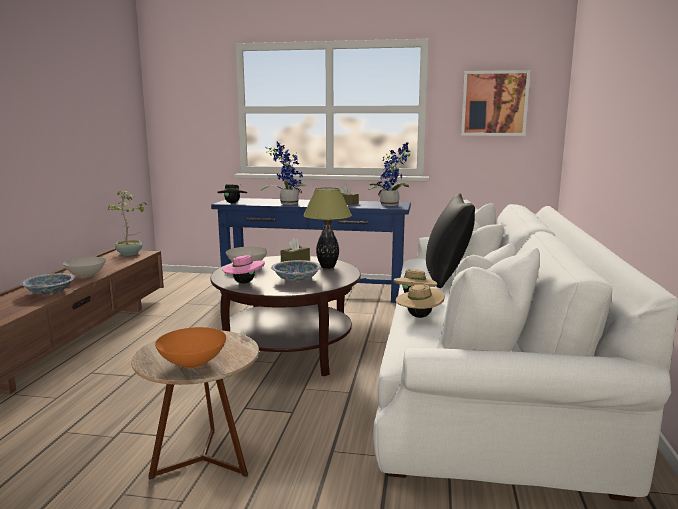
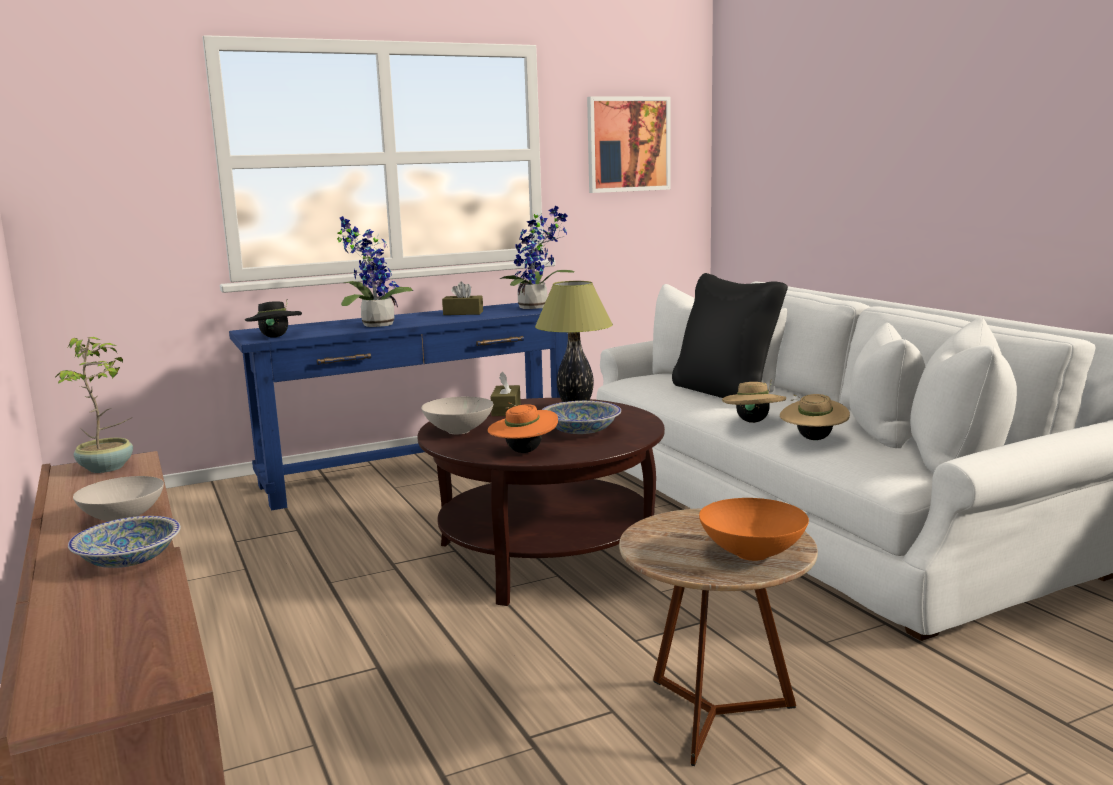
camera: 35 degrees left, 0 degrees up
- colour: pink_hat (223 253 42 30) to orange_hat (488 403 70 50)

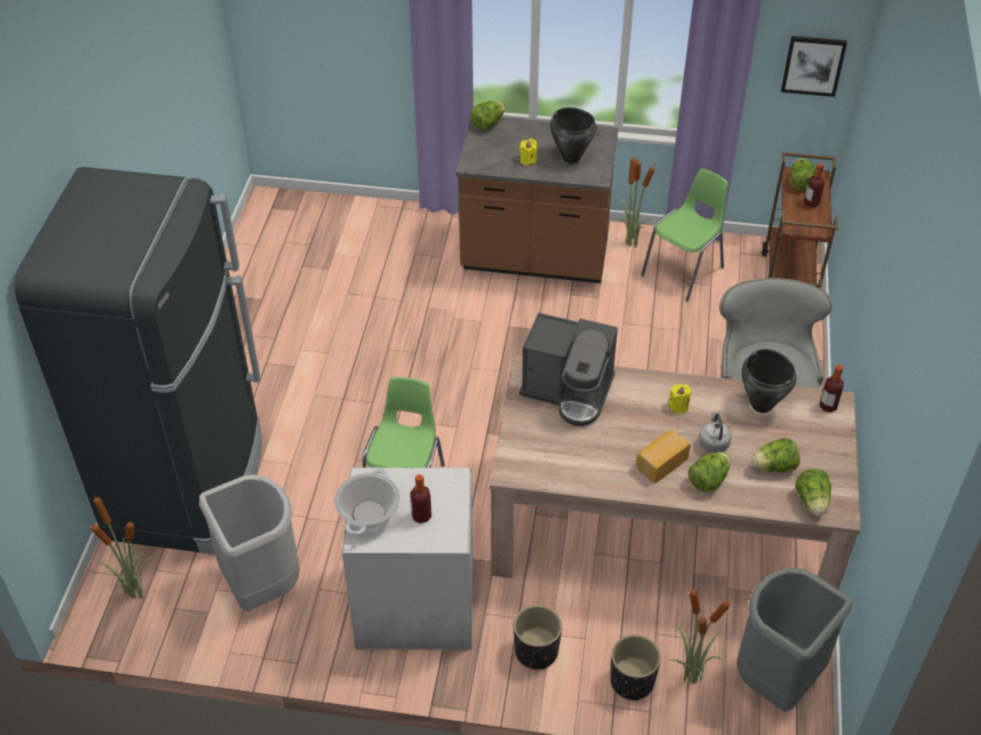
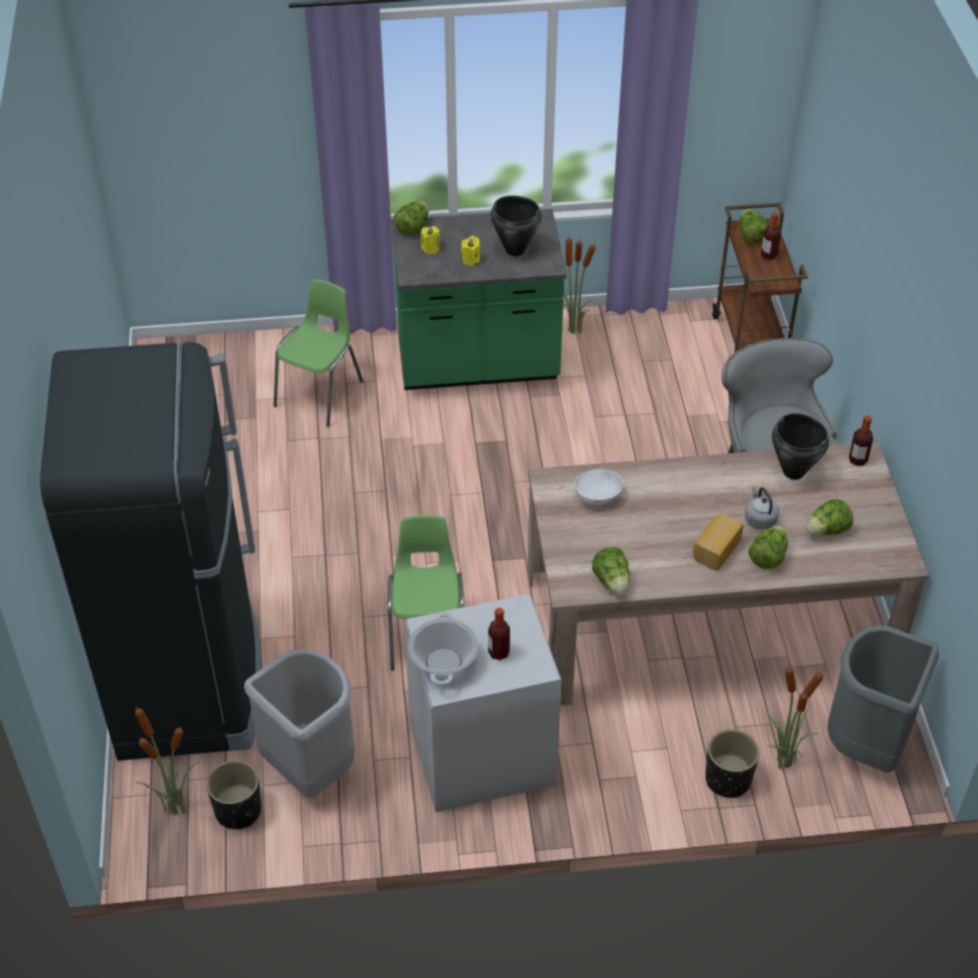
camera: 15 degrees left, 0 degrees up
- relocated: black_planter (514 605 48 65) to (206 760 56 69)
- relocated: green_chair (641 169 87 133) to (273 279 90 148)
- colour: brown_counter (456 117 162 166) to green_counter (391 209 176 181)
- relocated: yellow_candle (668 384 24 30) to (421 226 19 28)
- exchanged: coffee_machine (519 313 99 114) to white_bowl (574 469 49 36)
- relocated: lettuce (795 468 36 48) to (592 547 37 47)
- missing: picture (781 36 66 61)

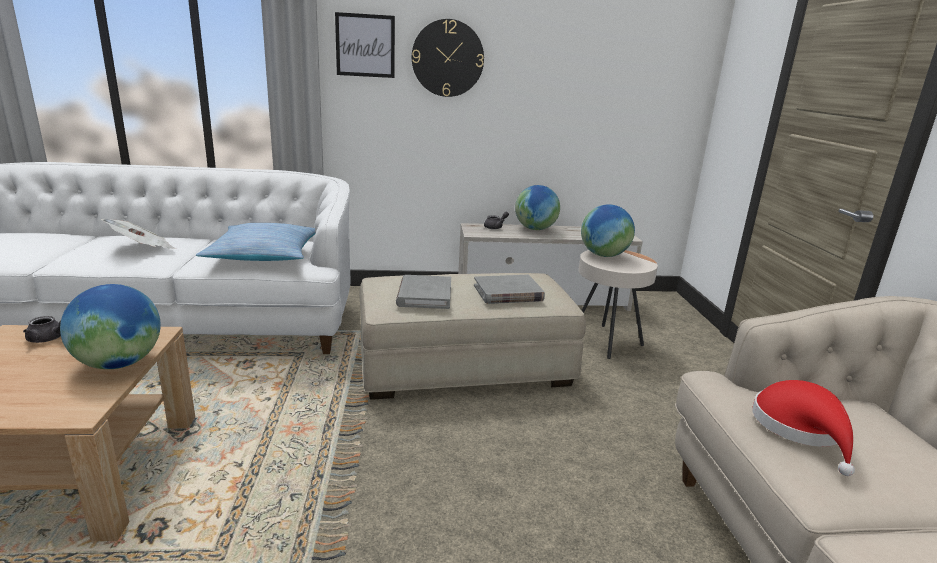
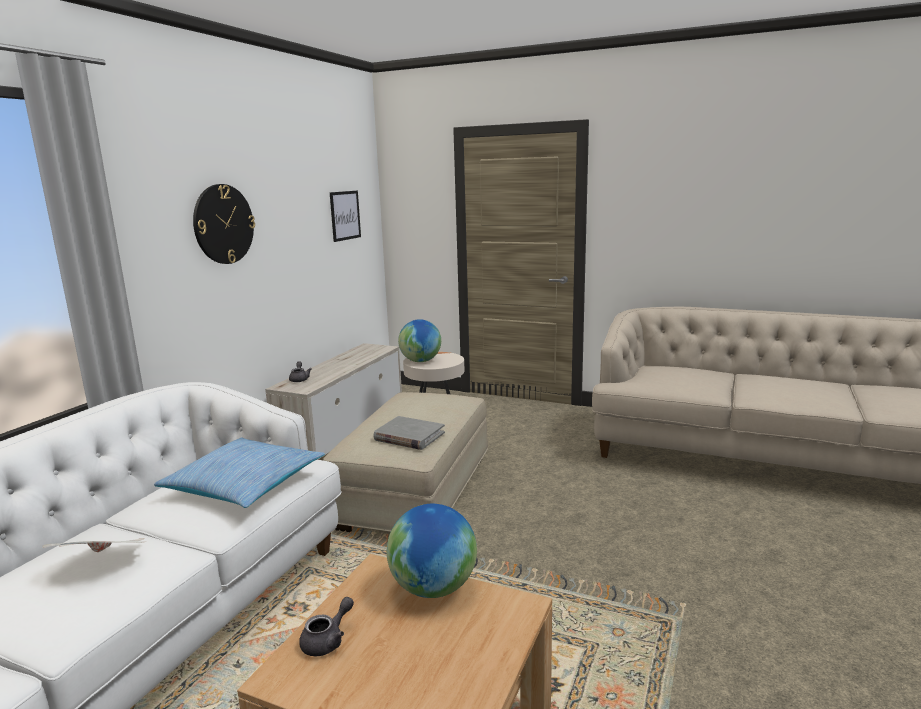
camera: 60 degrees left, 5 degrees down
- relocated: picture (335 12 60 66) to (330 191 31 51)
- missing: grey_book (474 275 71 29)
- missing: globe (515 185 45 45)
- missing: red_hat (752 380 103 96)

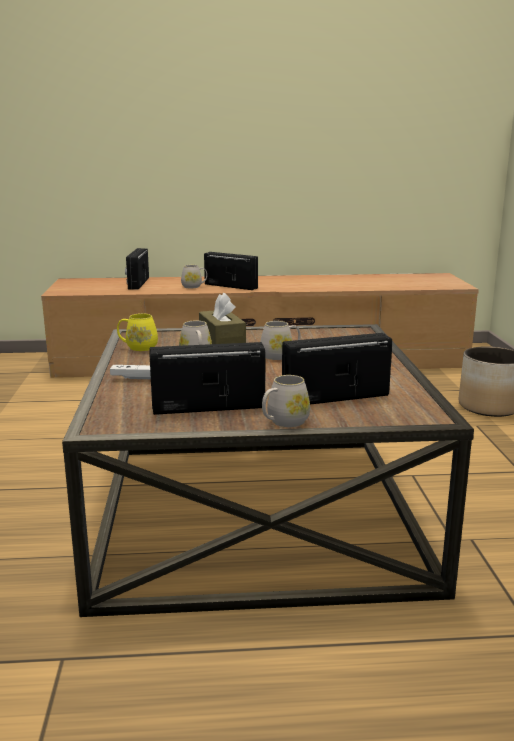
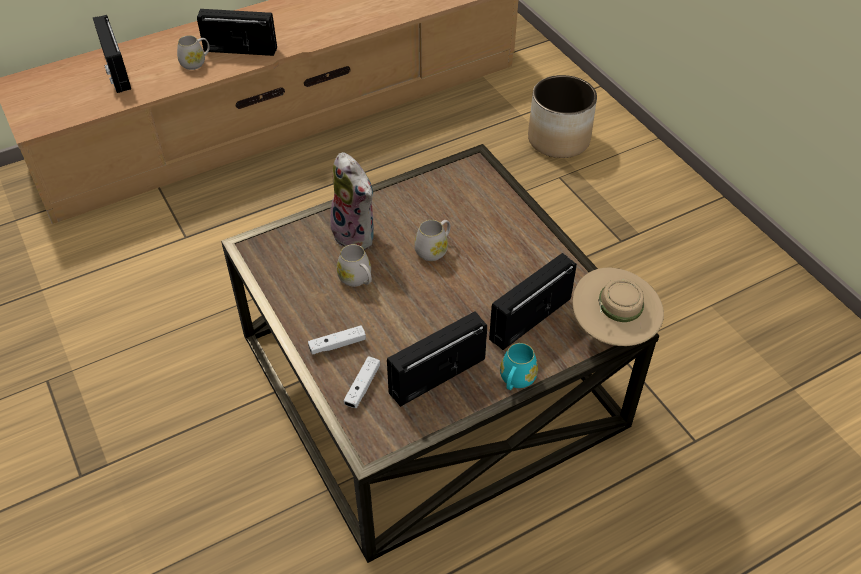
camera: 25 degrees left, 30 degrees up
- exchanged: brown_tissue_box (199 292 47 52) to plush_toy (330 152 44 98)
- appeared: white_game_controller (344 356 36 52)
- colour: white_mug (262 375 48 52) to turquoise_mug (500 343 38 47)
- appeared: beige_hat (572 268 92 78)
- missing: yellow_mug (117 313 41 38)

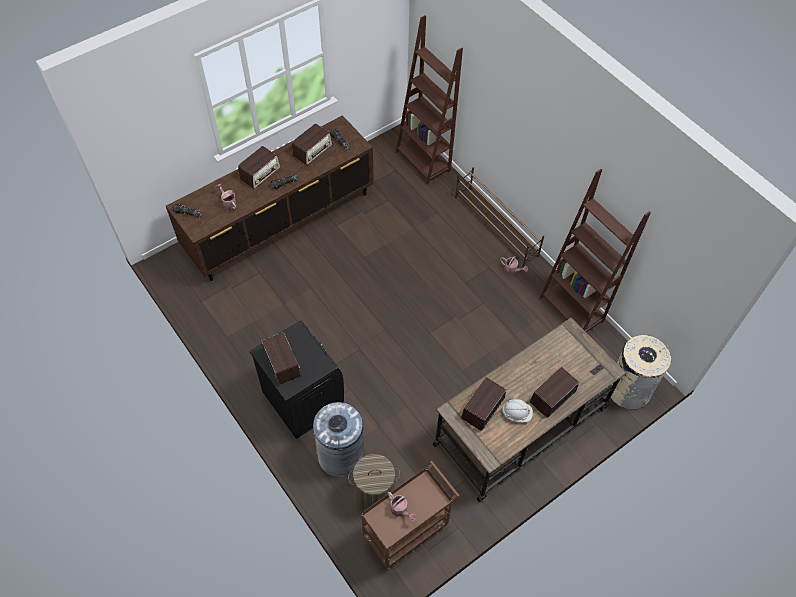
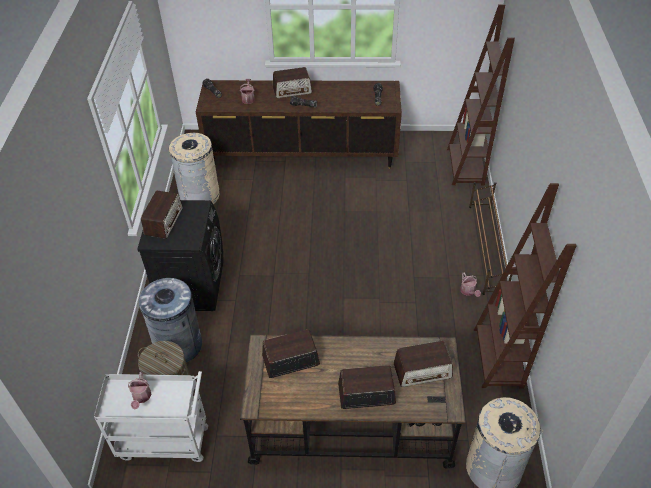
camera: 40 degrees right, 10 degrees down
- colour: brown_cart (361 460 99 110) to white_cart (94 371 114 91)
- appeared: beige_trash_can (169 133 50 71)
- relocated: radio (292 123 40 42) to (394 341 59 46)
- missing: white_hard_hat (502 399 31 23)

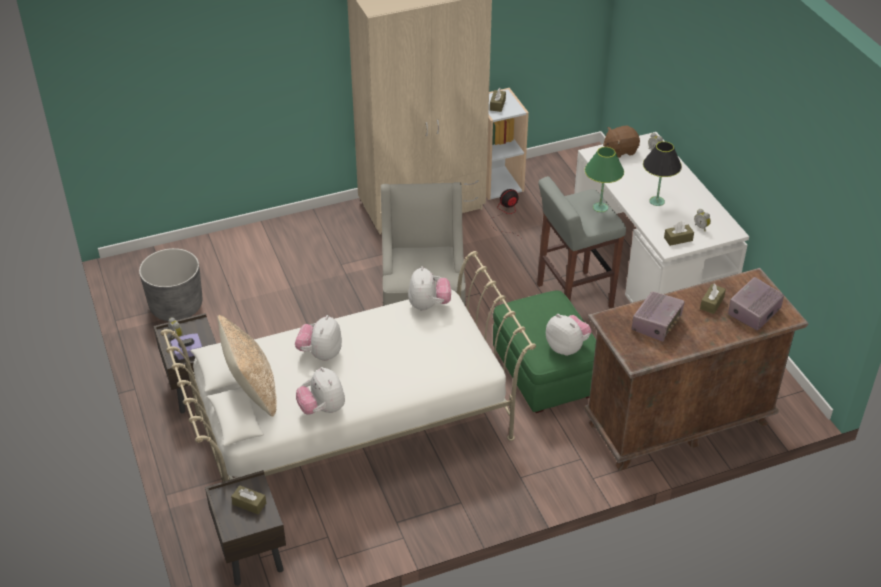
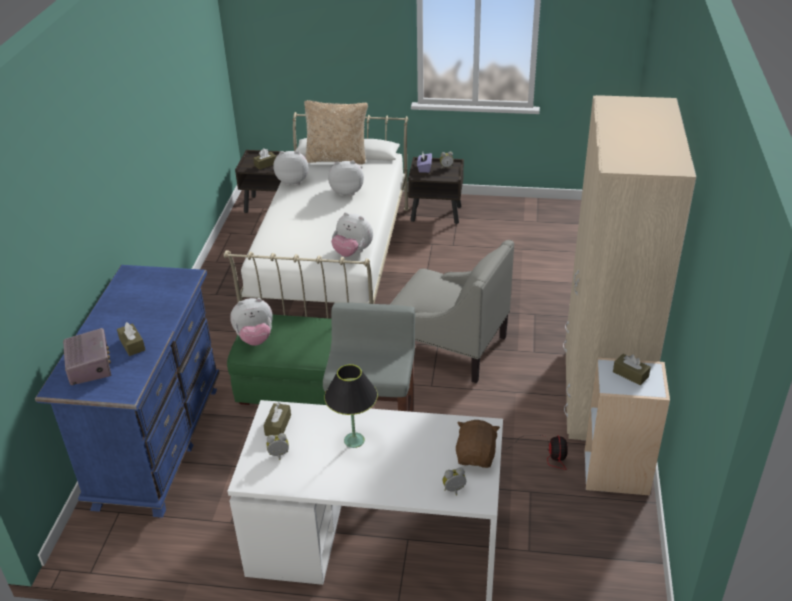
camera: 120 degrees right, 5 degrees down
- colour: brown_dresser (584 268 224 203) to blue_dresser (35 265 185 253)
- spun: plush_toy (295 315 47 46) = (328 161 36 35) 45 degrees counterclockwise
- missing: grey_planter (139 248 64 73)
- missing: green_table_lamp (585 147 39 65)
- missing: radio (632 291 53 51)

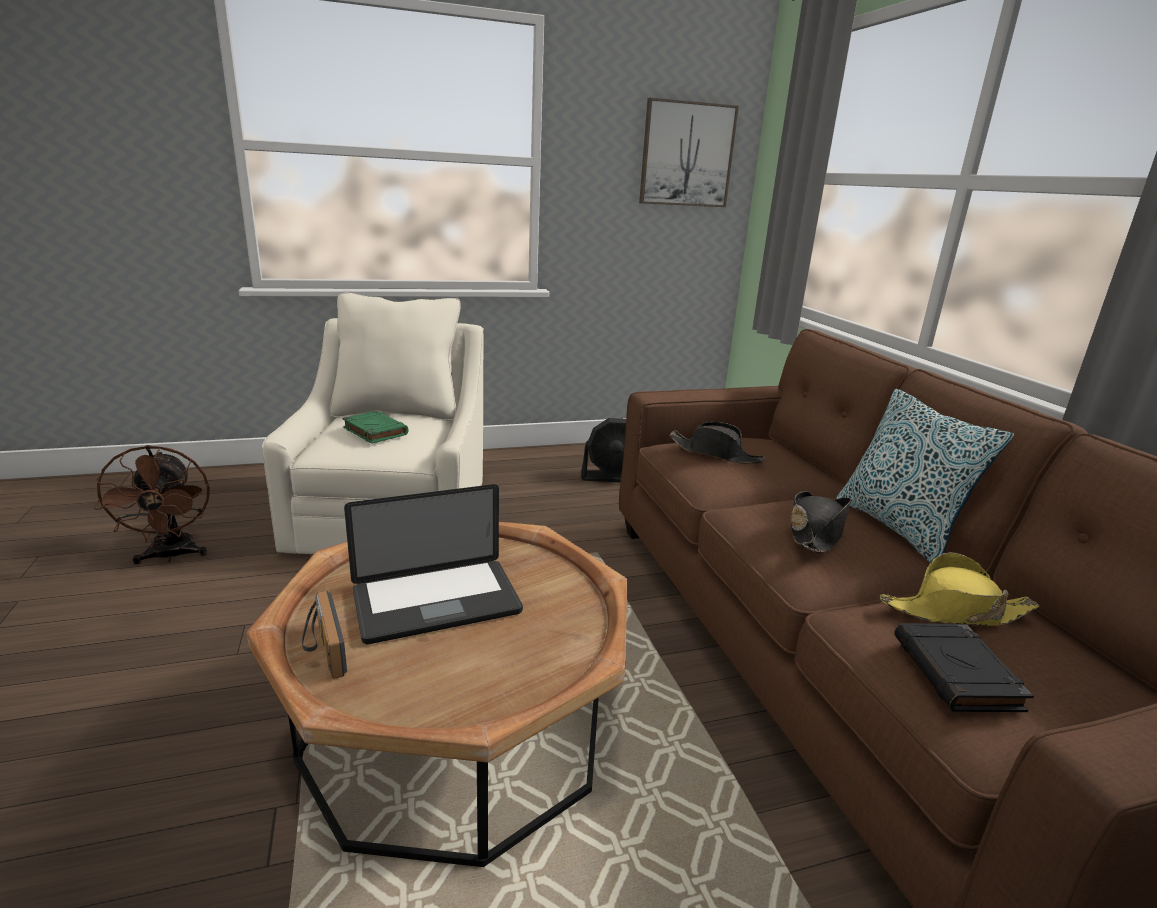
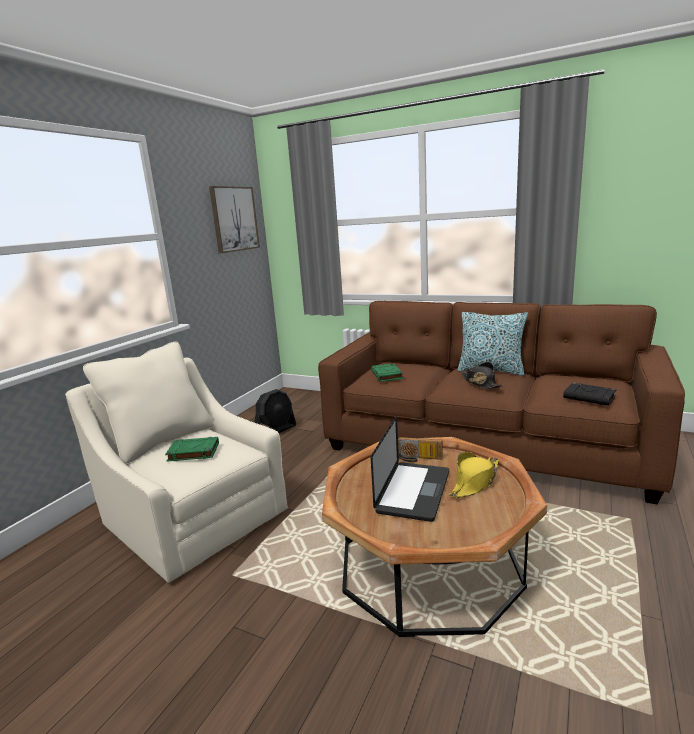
camera: 45 degrees left, 5 degrees down
- exchanged: black_hat (669 422 96 41) to green_book (371 363 32 19)
- relocated: radio (302 591 45 88) to (398 437 45 25)
- relocated: yellow_hat (879 553 161 73) to (449 452 50 46)
- missing: brown_fan (94 445 116 119)

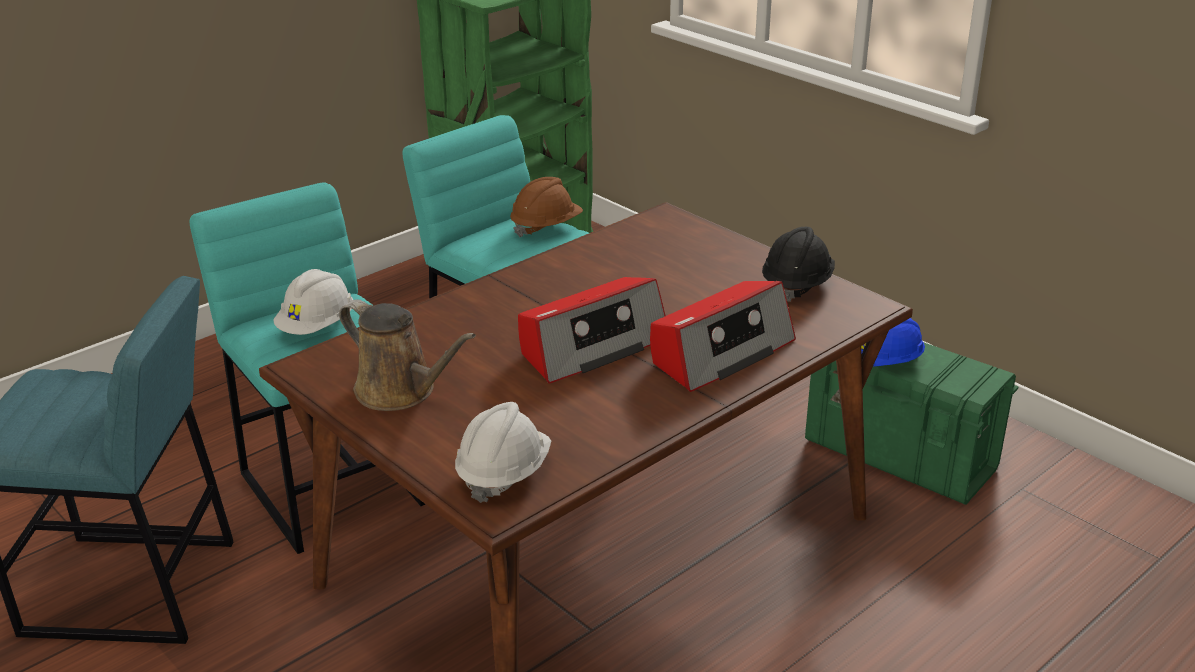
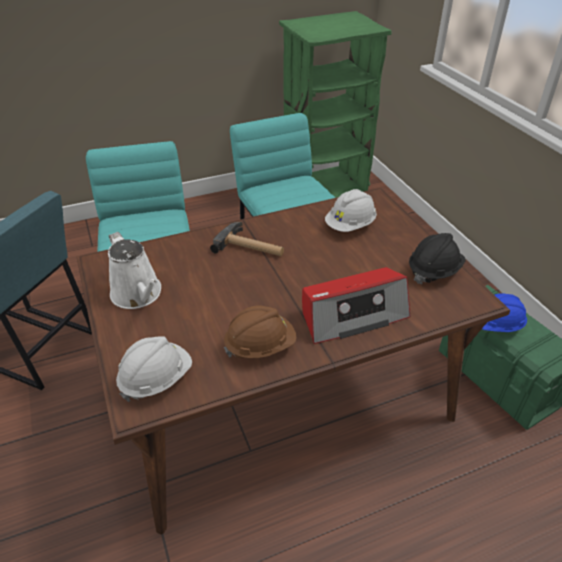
camera: 20 degrees right, 10 degrees up
- colour: brown_watering_can (339 300 137 111) to white_watering_can (108 232 53 77)
- appeared: hammer (210 222 74 34)
- relocated: brown_hard_hat (510 177 73 60) to (224 305 72 53)
- relocated: white_hard_hat (273 269 80 66) to (325 189 52 43)
- missing: radio (518 277 148 106)

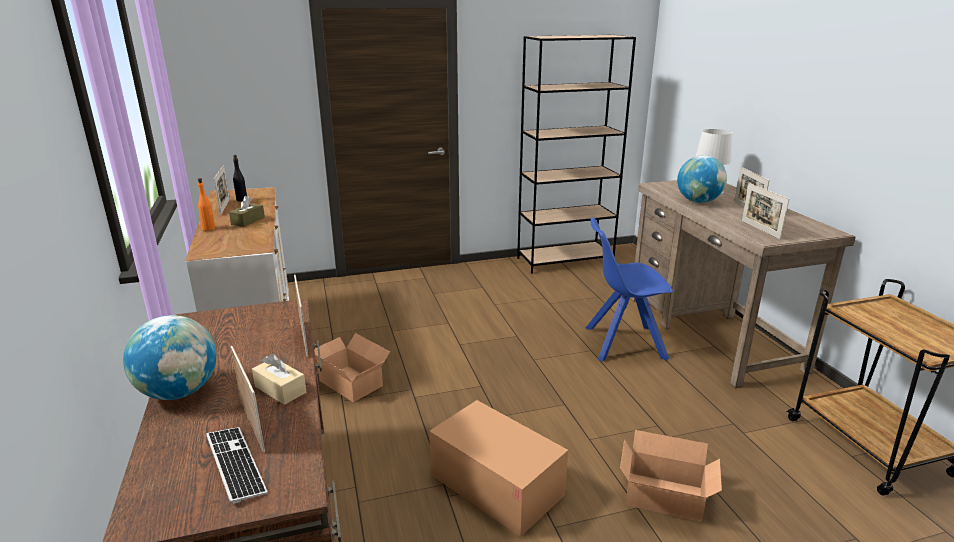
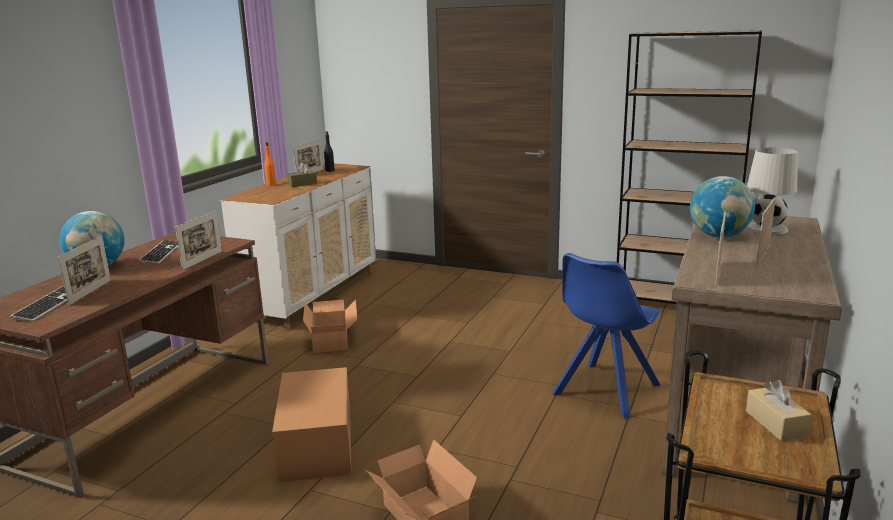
camera: 40 degrees right, 5 degrees down
- appeared: keyboard (139 240 39 24)
- spun: blue_chair (586 218 87 144) = (553 253 108 166) 90 degrees counterclockwise
- relocated: beige_tissue_box (252 354 54 51) to (746 380 66 61)

